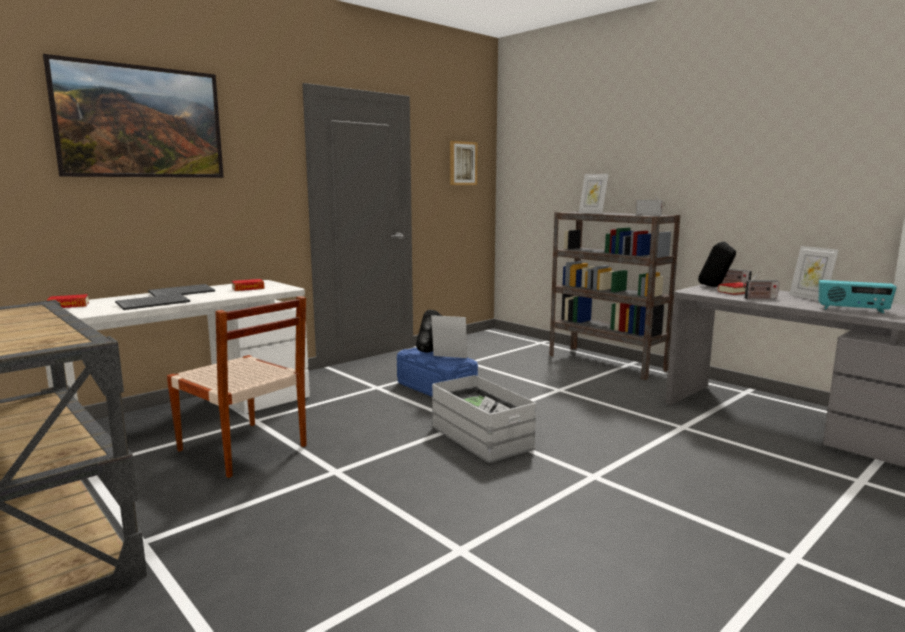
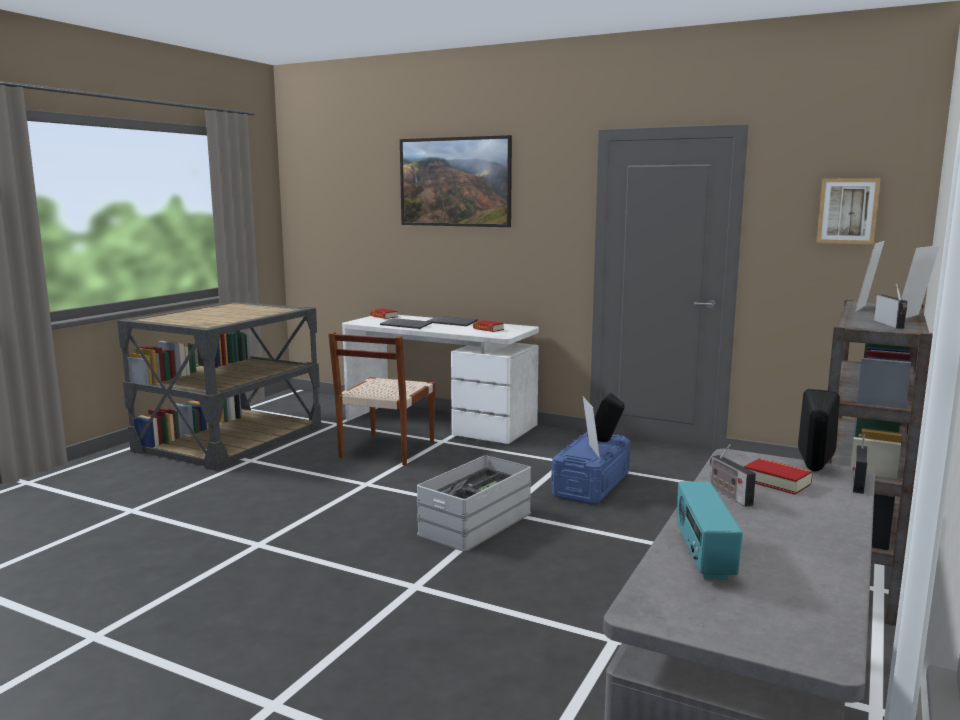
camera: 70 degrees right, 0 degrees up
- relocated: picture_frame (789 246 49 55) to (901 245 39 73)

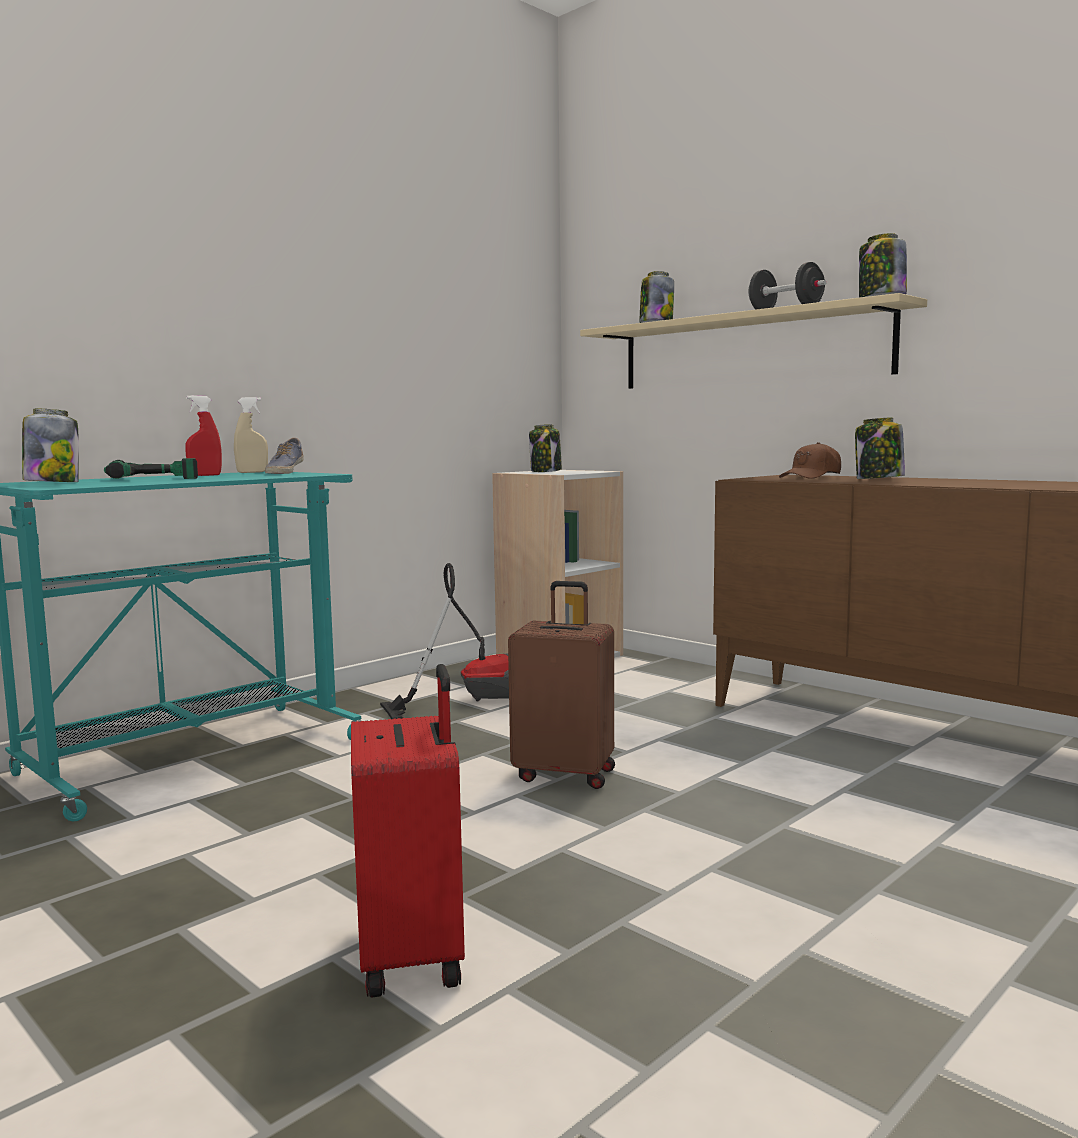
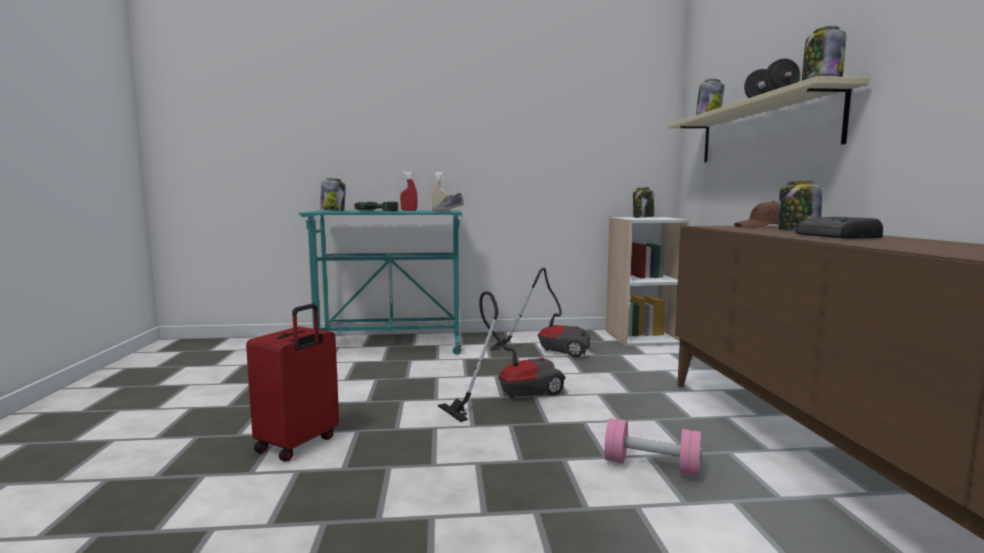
camera: 40 degrees right, 0 degrees up
- exchanged: brown_suitcase (508 581 107 208) to vacuum_cleaner (438 291 127 131)
- appeared: pink_dumbbell (604 418 98 59)
- appeared: radio (795 217 88 22)

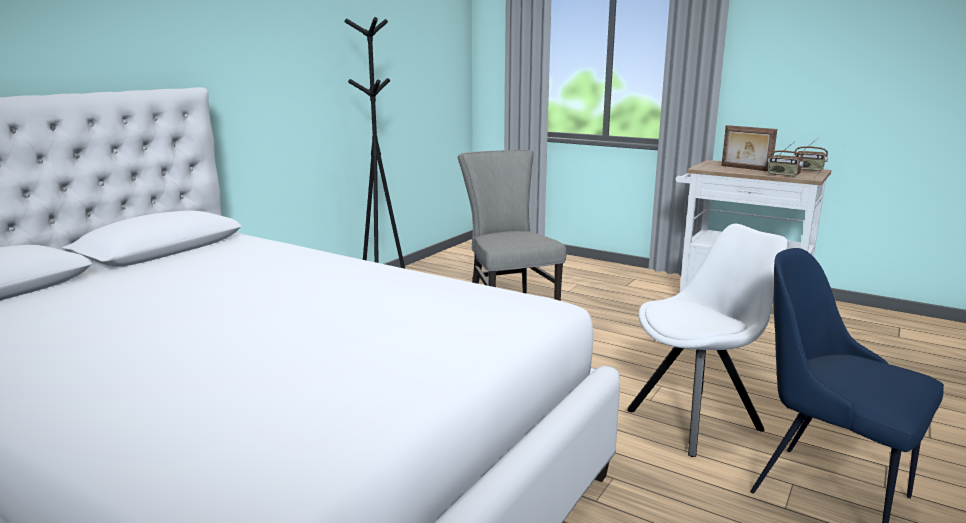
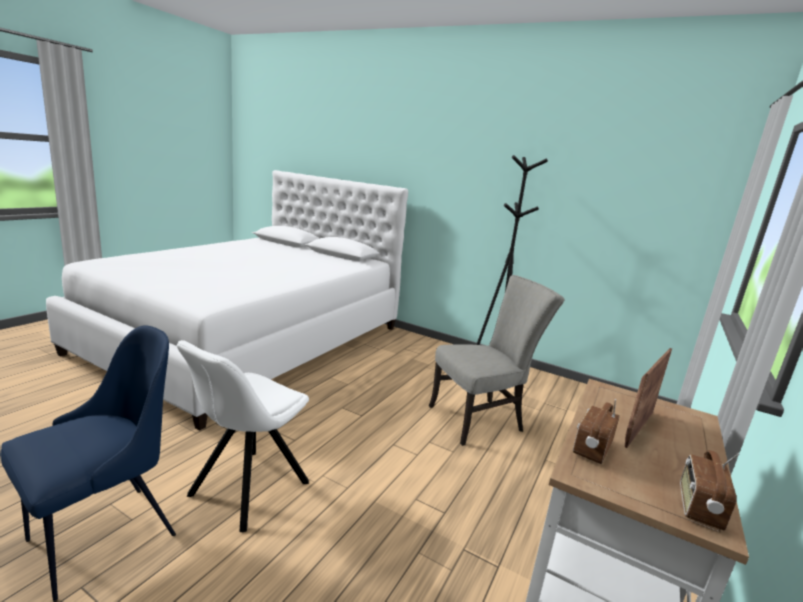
camera: 85 degrees right, 0 degrees up
- spun: white_chair (627 224 162 233) = (177 340 132 192) 60 degrees clockwise

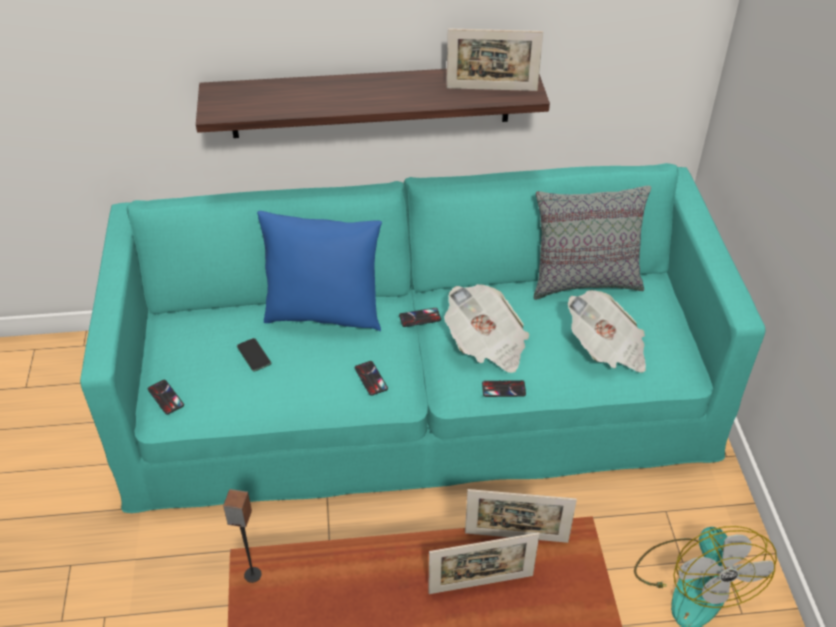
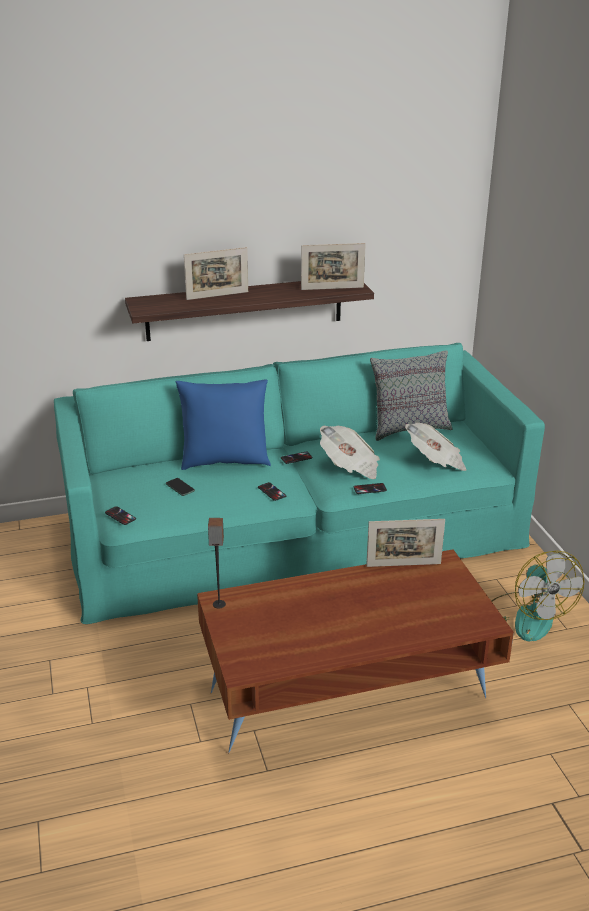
camera: 10 degrees left, 15 degrees down
- relocated: picture_frame (428 532 112 62) to (184 247 64 53)

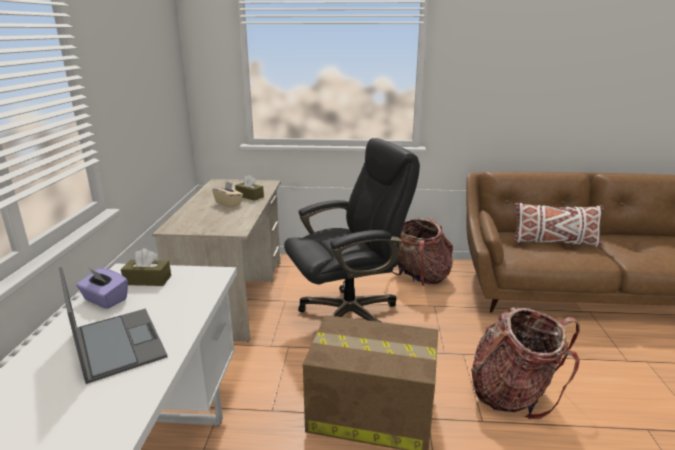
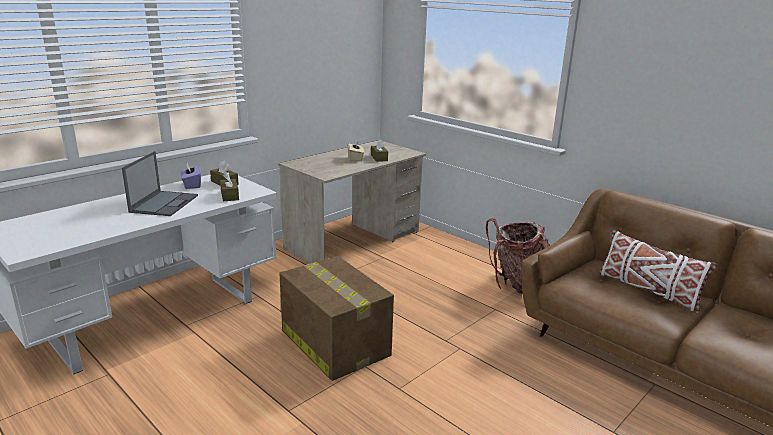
camera: 40 degrees right, 0 degrees up
- appeared: brown_tissue_box (220 172 19 29)
- missing: black_office_chair (284 138 136 184)
- missing: backpack (471 307 109 112)

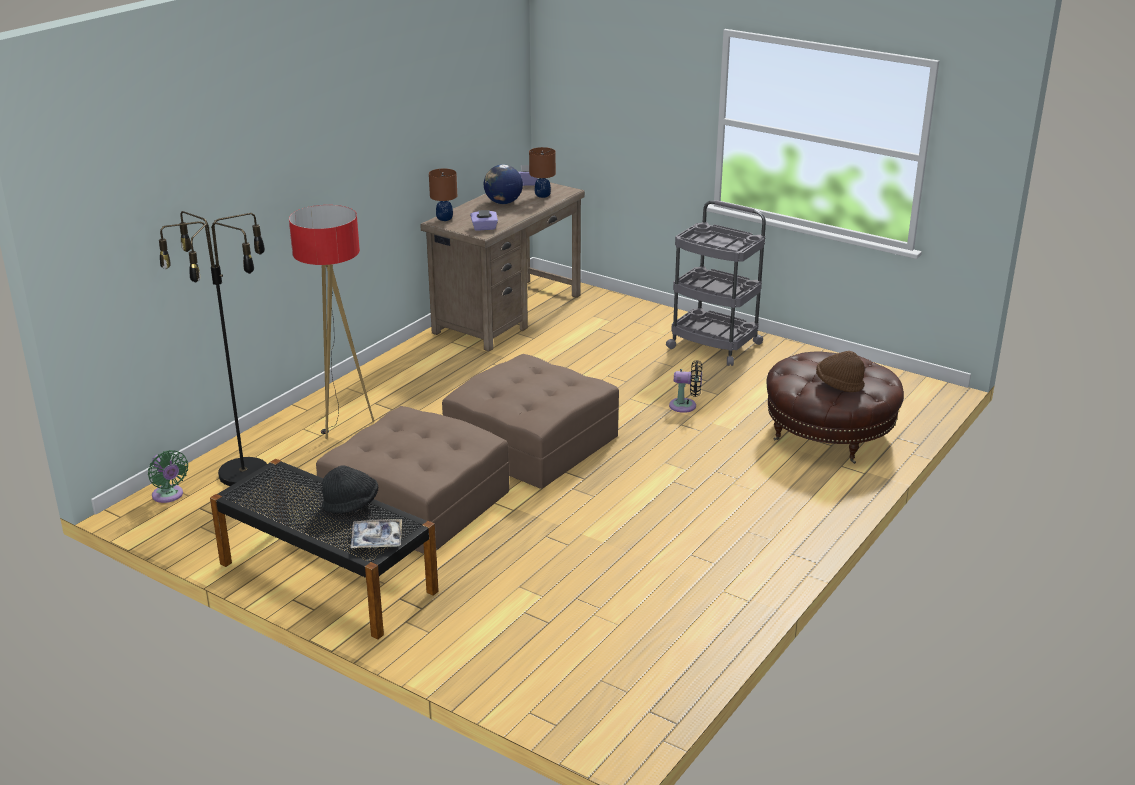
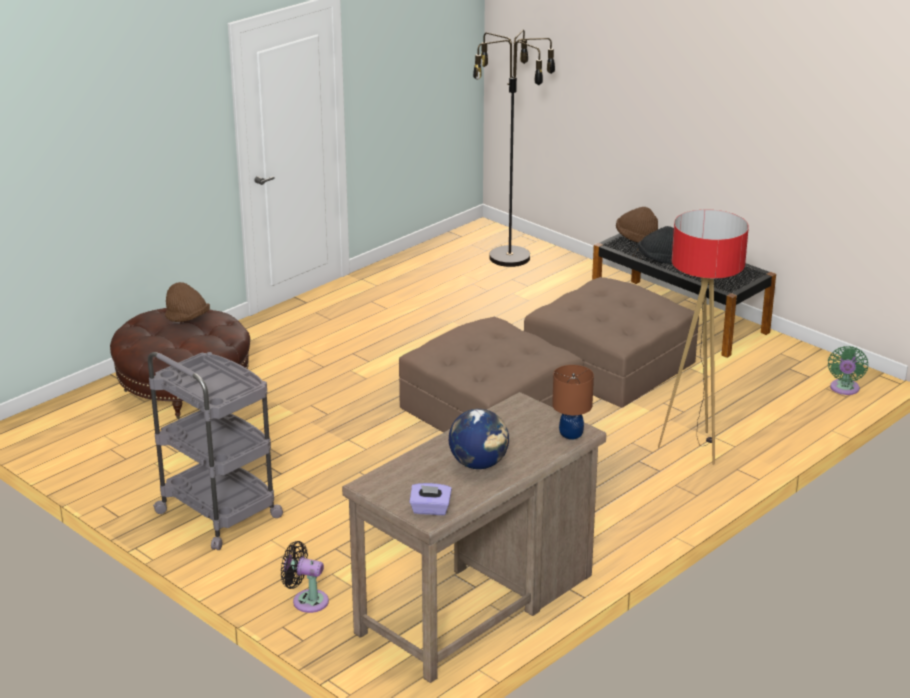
camera: 170 degrees left, 0 degrees up
- relocated: black_fan (669 360 33 53) to (281 541 48 72)
- relocated: floor_lamp (159 211 108 275) to (473 29 82 238)
- exchanged: tray (351 519 51 29) to brown_hat (616 207 42 36)
- spun: green_fan (148 450 40 53) = (828 346 40 49) 135 degrees counterclockwise
- missing: purple_tissue_box (470 210 28 21)
- missing: brown_table_lamp (529 147 27 51)

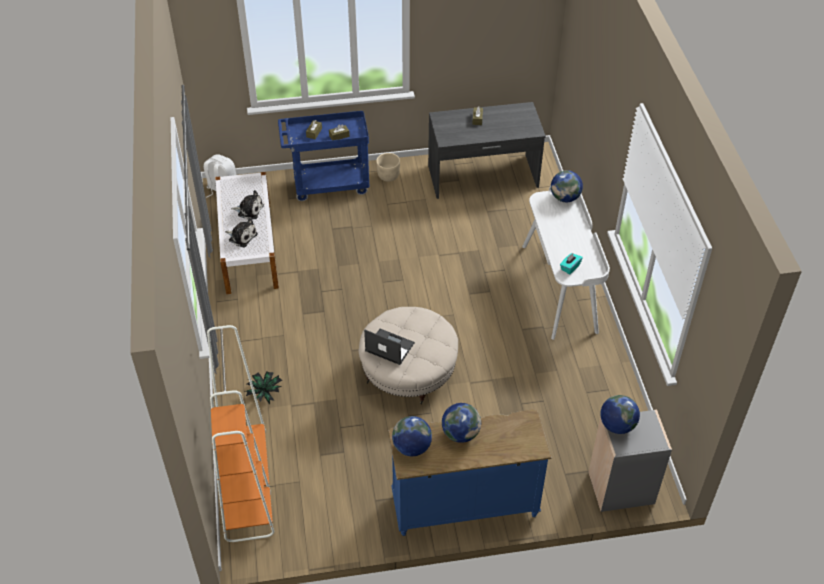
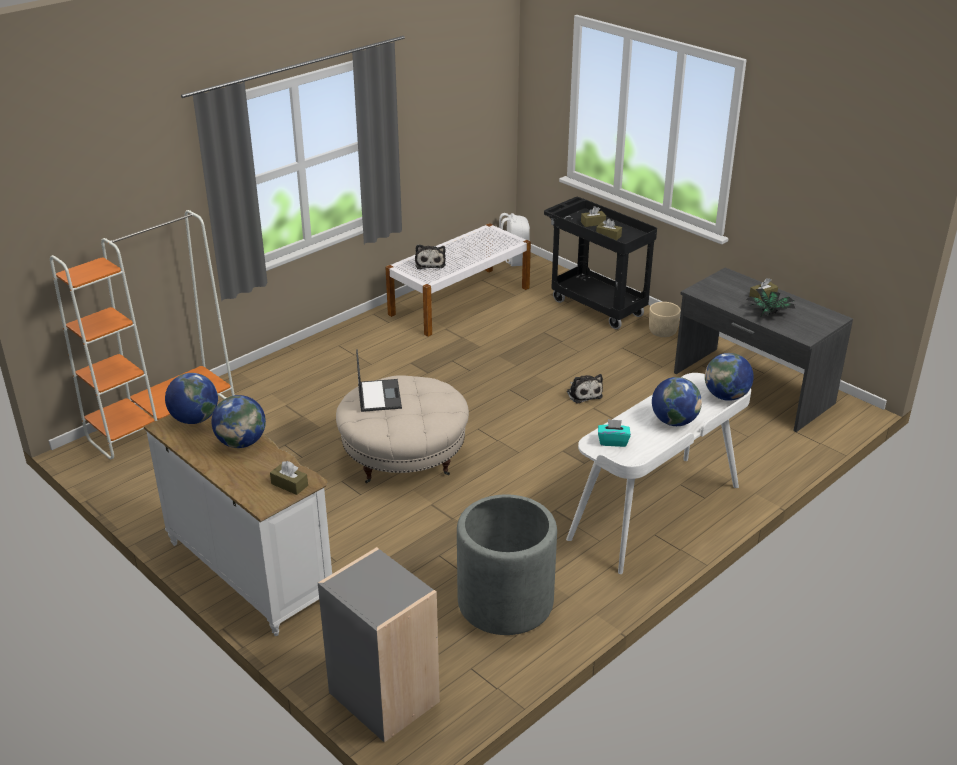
camera: 55 degrees right, 15 degrees down
- colour: blue_dresser (388 409 164 127) to white_dresser (144 402 188 234)
- appeared: brown_tissue_box (270 461 38 34)
- appeared: grey_planter (457 494 100 141)
- colour: blue_cart (278 111 91 90) to black_cart (544 197 113 132)
- relocated: plush_toy (231 190 33 29) to (567 374 36 30)
- relocated: globe (600 395 40 39) to (652 377 50 49)
- relocated: potted_plant (244 371 38 33) to (746 288 49 28)

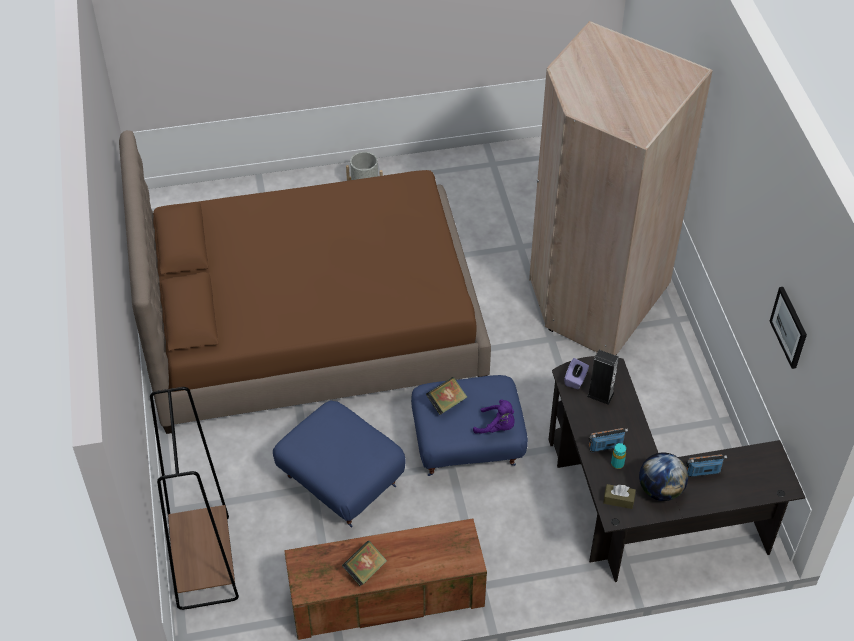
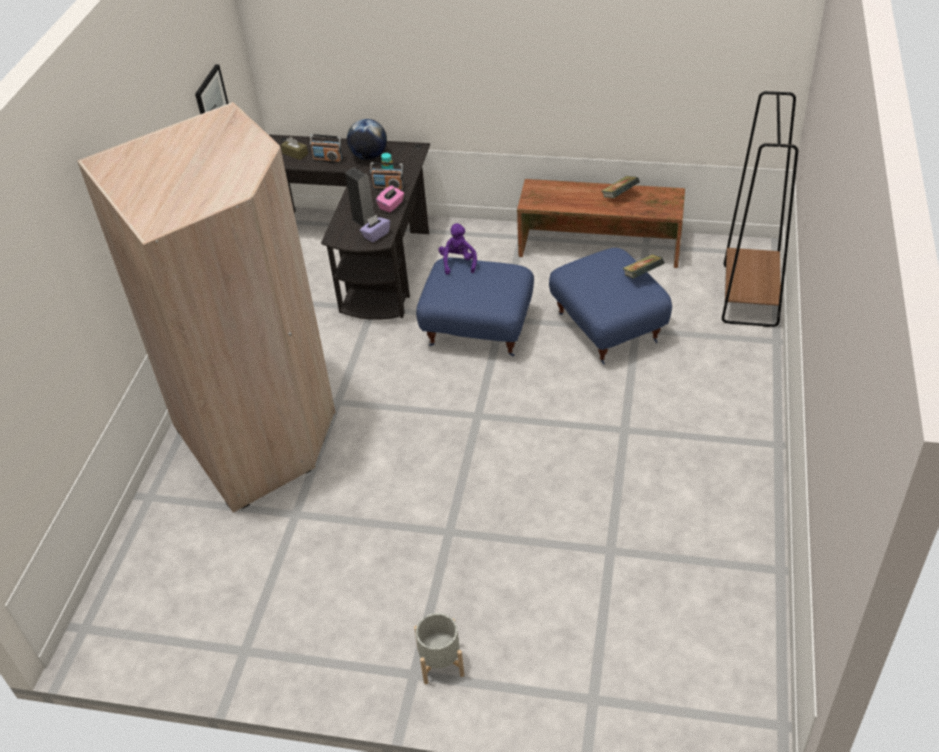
camera: 155 degrees left, 5 degrees down
- relocated: brown_tissue_box (603 484 33 25) to (281 137 27 23)
- appeared: pink_tissue_box (376 185 28 27)
- spun: purple_plush_toy (473 400 42 34) = (438 223 39 52) 45 degrees clockwise
- relocated: book (426 377 41 38) to (622 254 43 25)
- missing: brown_bed (119 130 372 304)

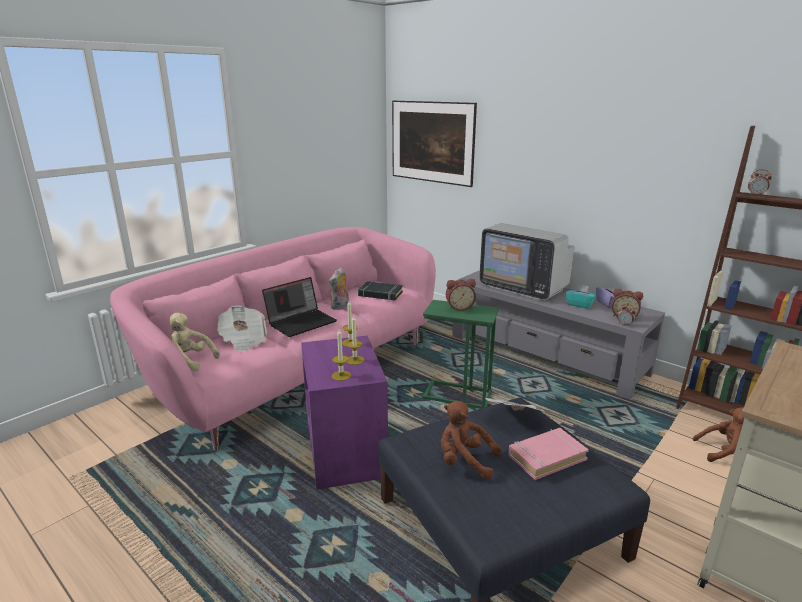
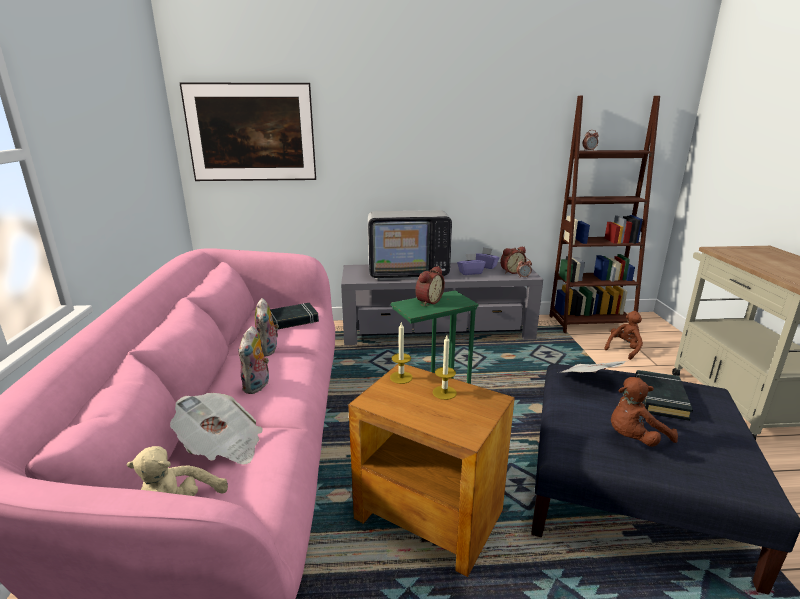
camera: 45 degrees left, 0 degrees up
- exchanged: laptop (262 277 75 60) to plush_toy (238 326 31 68)
- colour: purple_side_table (301 336 87 154) to brown_side_table (348 364 167 213)
- colour: turquoise_tissue_box (566 284 30 25) to purple_tissue_box (457 253 29 22)
- colour: pink_book (508 428 81 52) to black_book (635 370 58 51)
- missing: candle (332 329 19 52)

